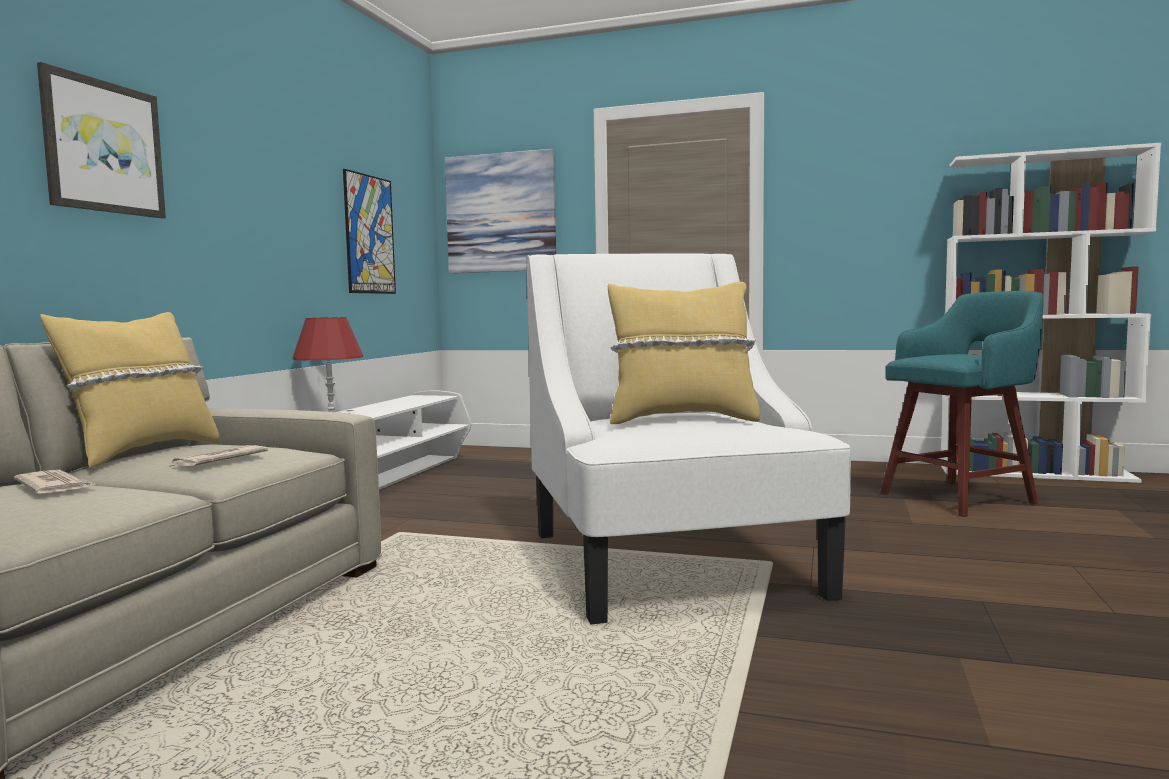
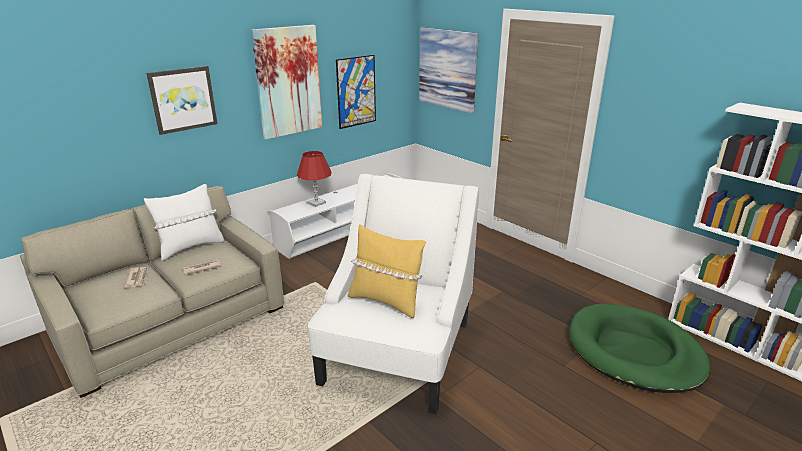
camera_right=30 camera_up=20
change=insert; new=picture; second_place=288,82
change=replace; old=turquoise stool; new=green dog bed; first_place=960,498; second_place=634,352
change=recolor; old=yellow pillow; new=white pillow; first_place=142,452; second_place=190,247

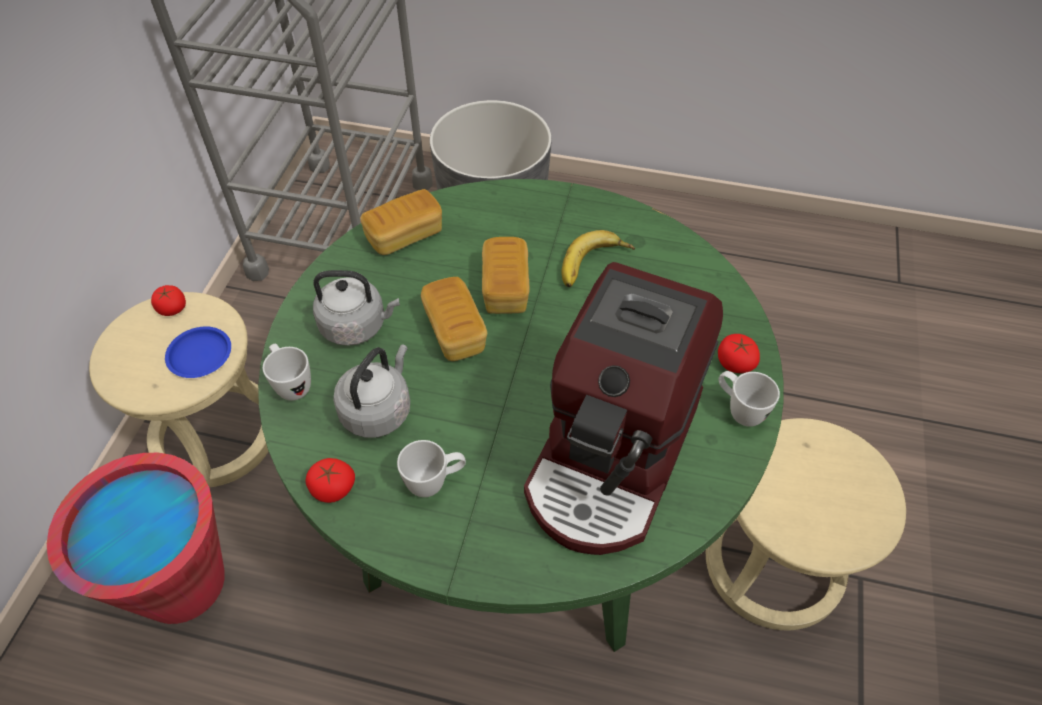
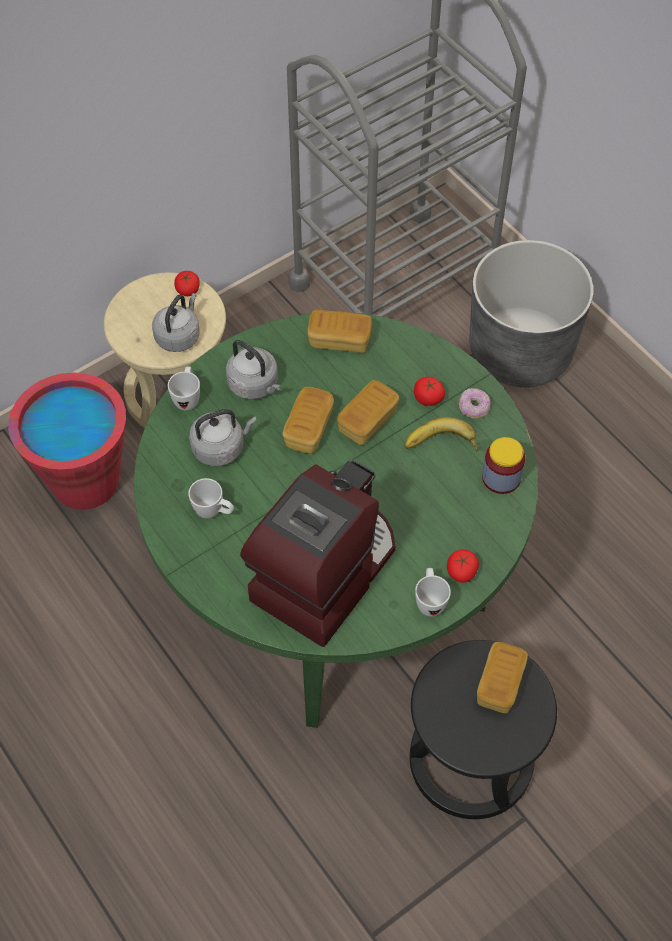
camera_right=40 camera_up=5
change=insert; new=donut; second_place=473,408
change=insert; new=bread; second_place=499,684
change=insert; new=jar; second_place=501,477
change=move; old=tomato; first_place=333,488; second_place=428,398
change=replace; old=blue plate; new=grey kettle; first_place=199,355; second_place=179,336
change=recolor; old=beige stool; new=black stool; first_place=773,564; second_place=471,760
change=rotate; old=coffee machine; first_place=613,458; second_place=324,572; degrees=150

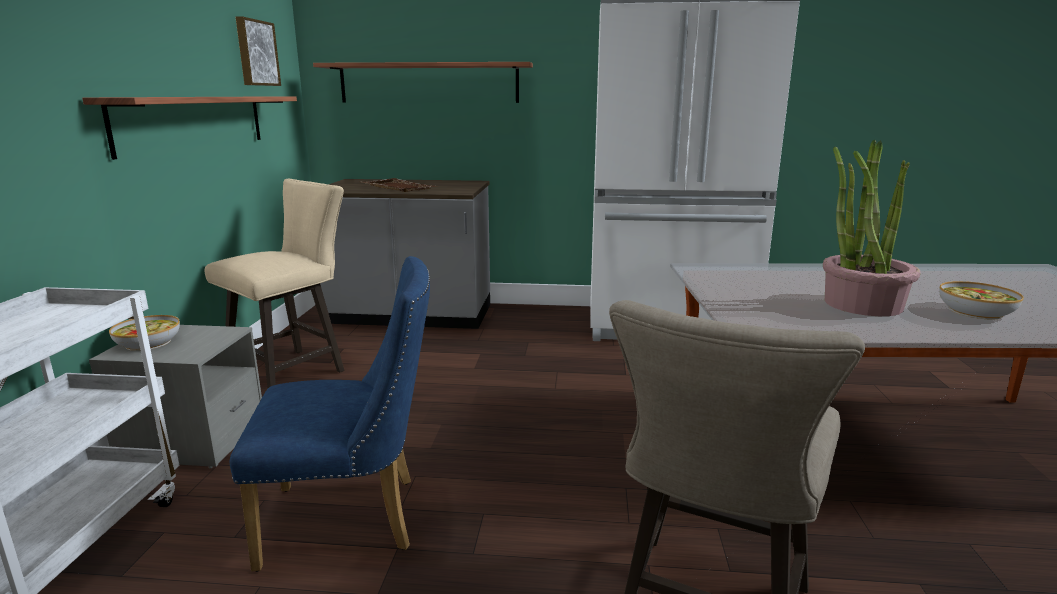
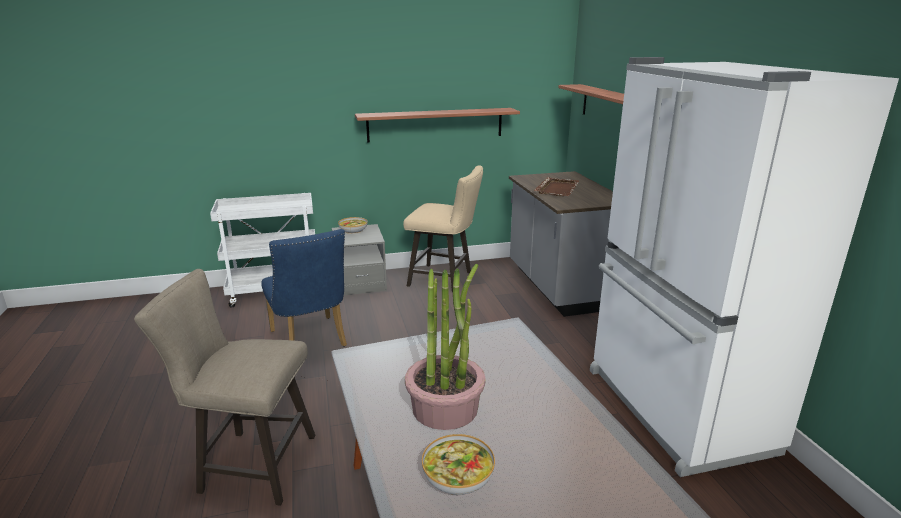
camera_right=70 camera_up=5
change=delete; old=picture; first_place=256,53

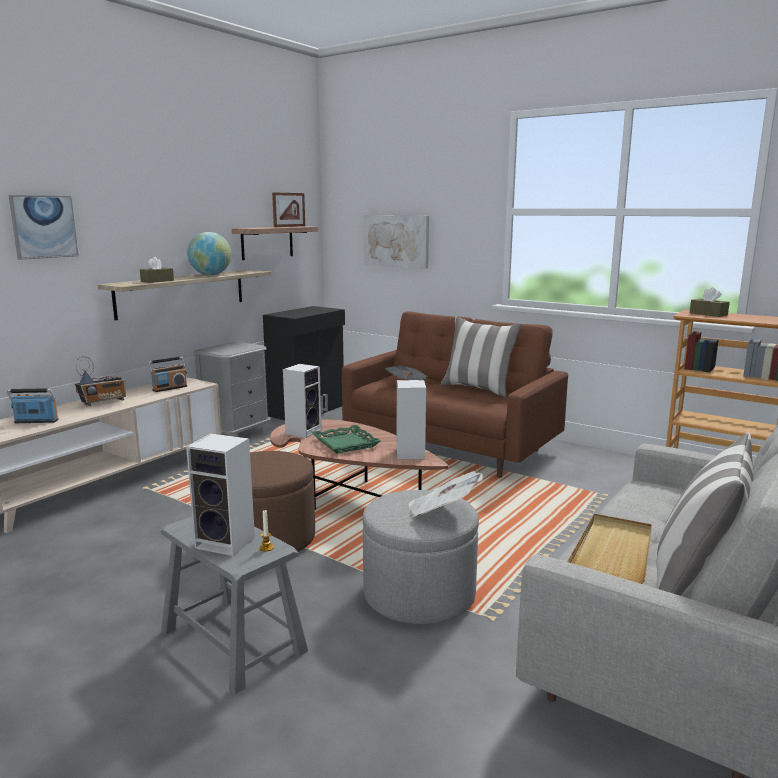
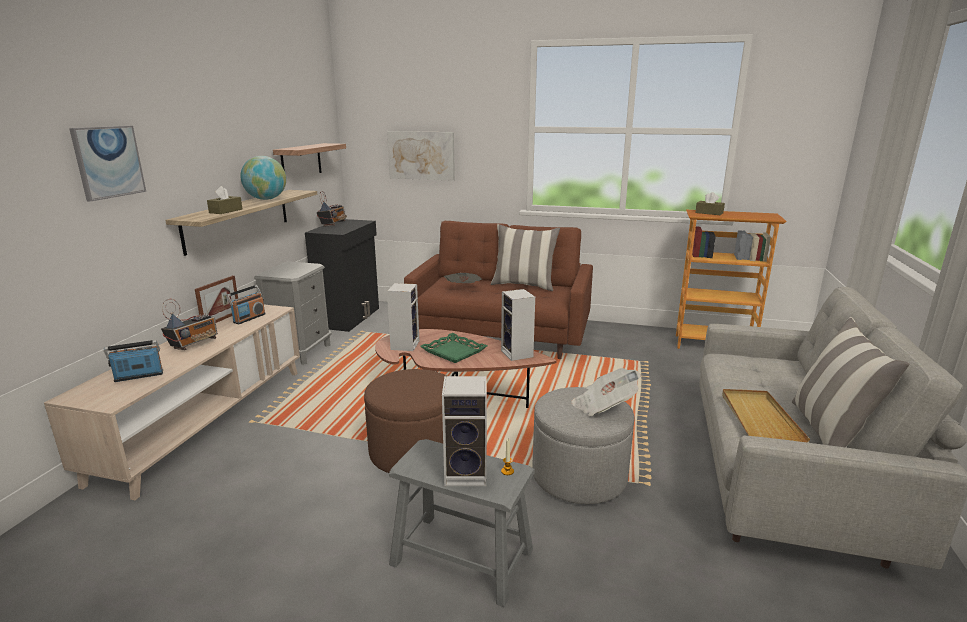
camera_right=-20 camera_up=5
change=insert; new=radio; second_place=333,224
change=move; old=picture frame; first_place=289,226; second_place=221,319

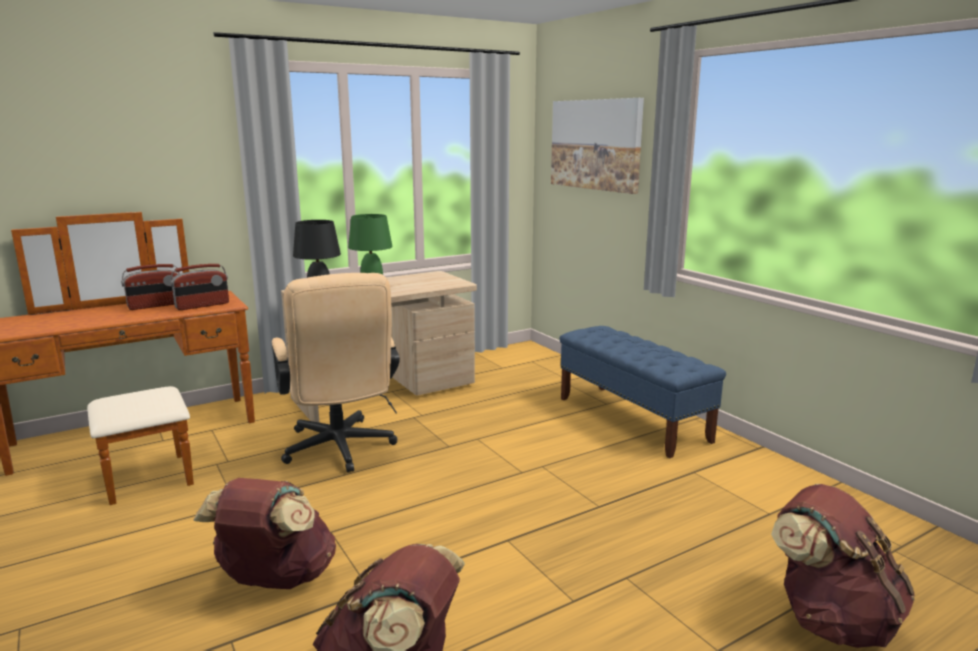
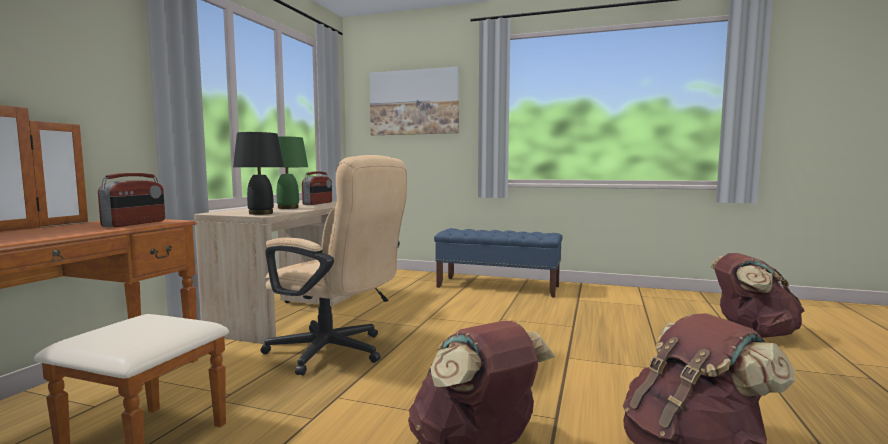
camera_right=-40 camera_up=-10
change=move; old=radio; first_place=155,306; second_place=318,203

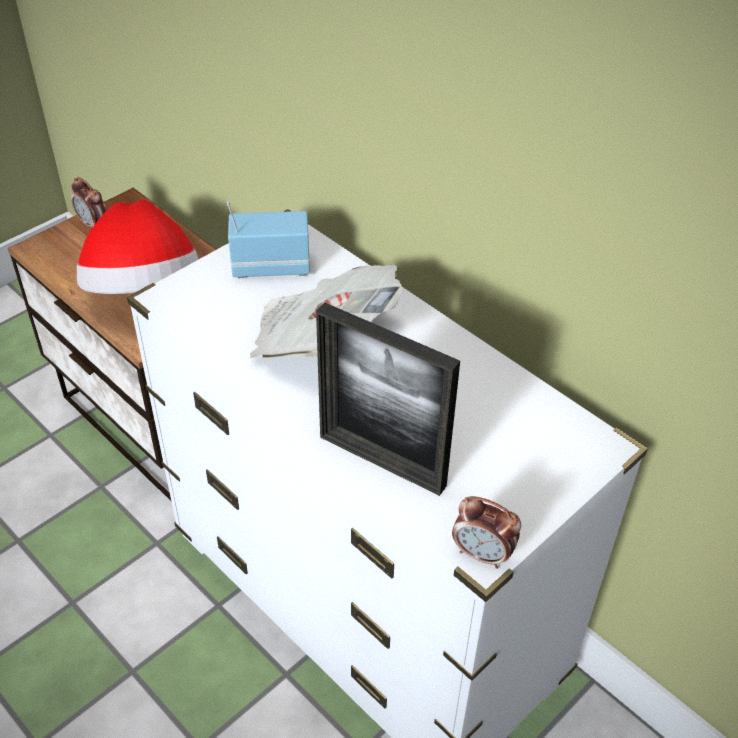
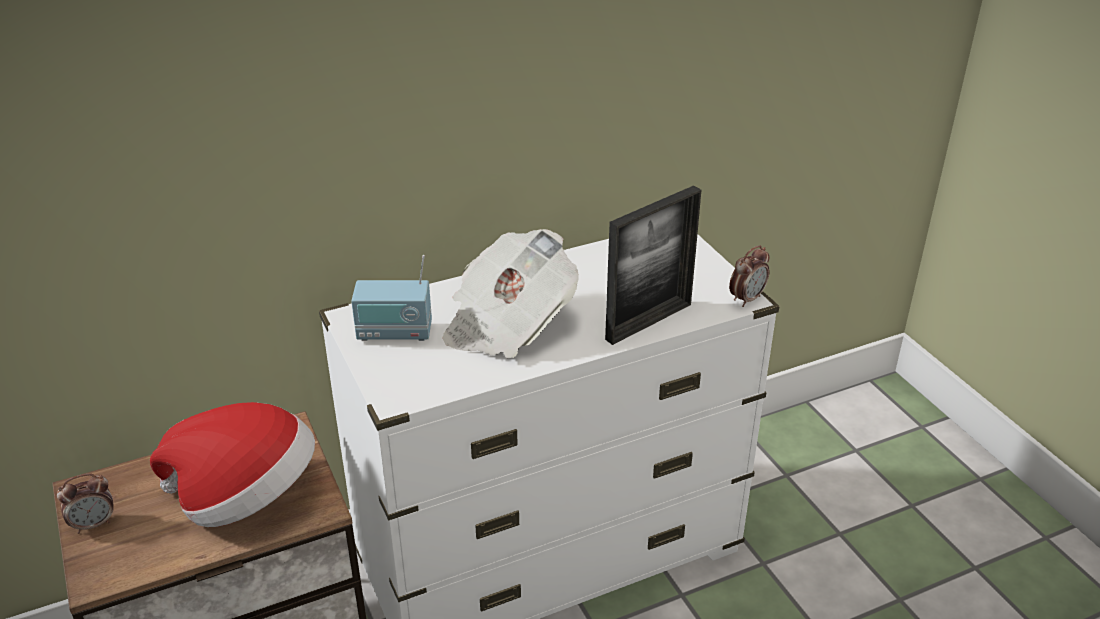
camera_right=-70 camera_up=-10
change=rotate; old=radio; first_place=271,266; second_place=394,333; degrees=-105

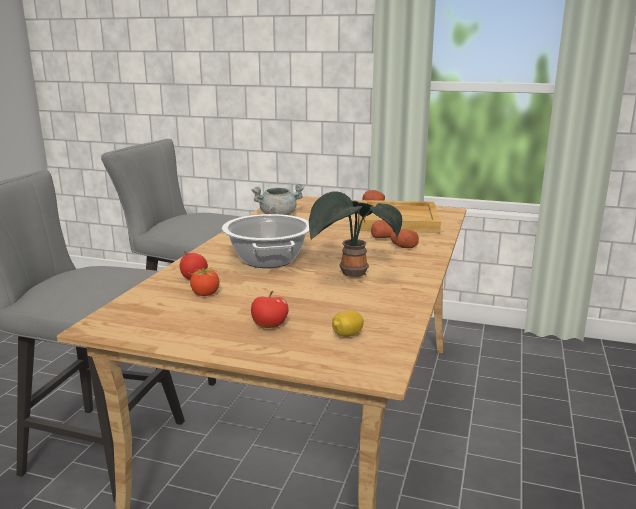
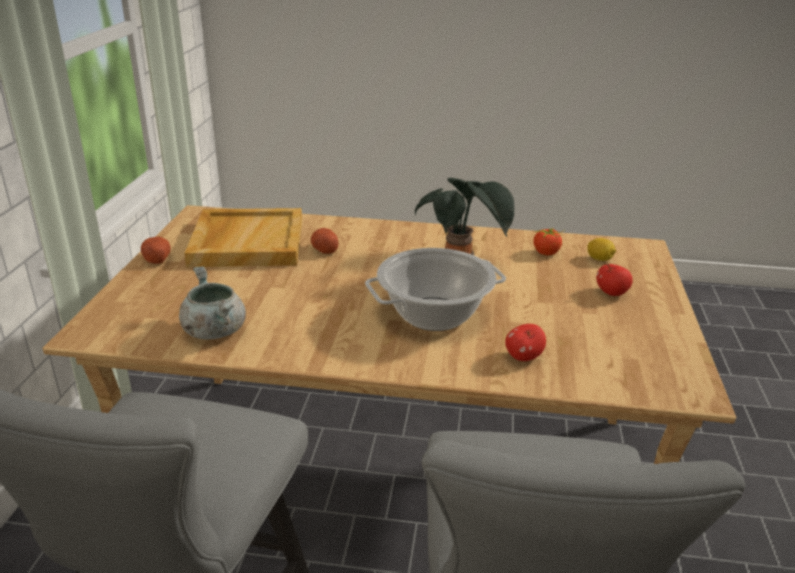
camera_right=-100 camera_up=10
change=delete; old=potato; first_place=403,246
change=move; old=tomato; first_place=205,294; second_place=546,253

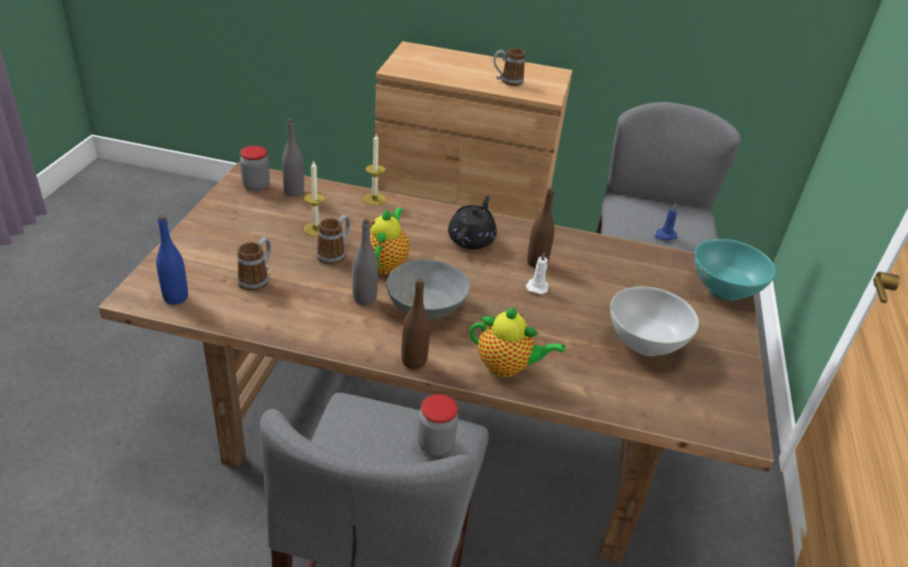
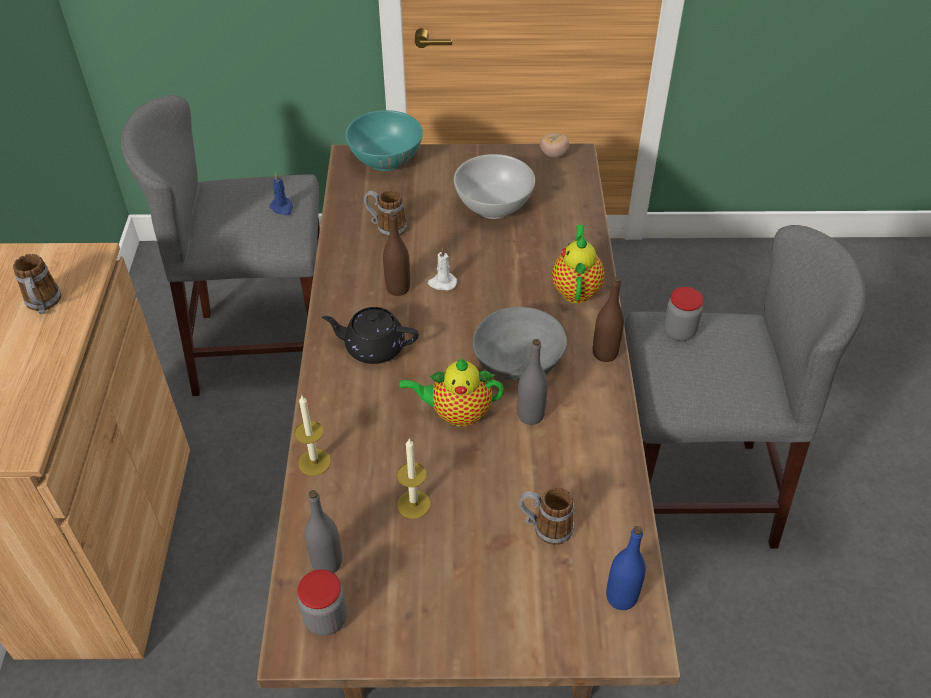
camera_right=-100 camera_up=10
change=insert; new=tomato; second_place=553,155
change=move; old=mug; first_place=335,254; second_place=386,227

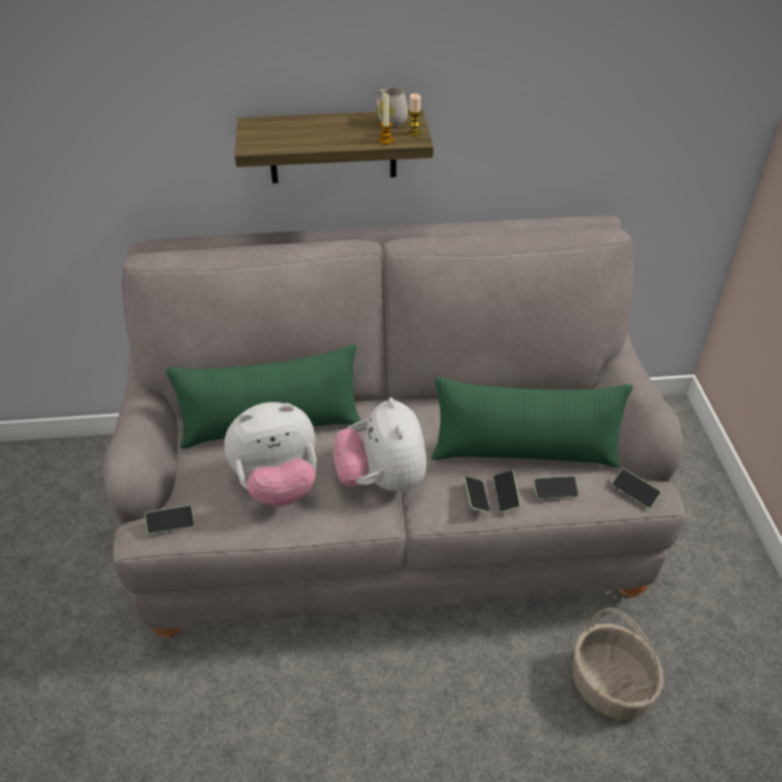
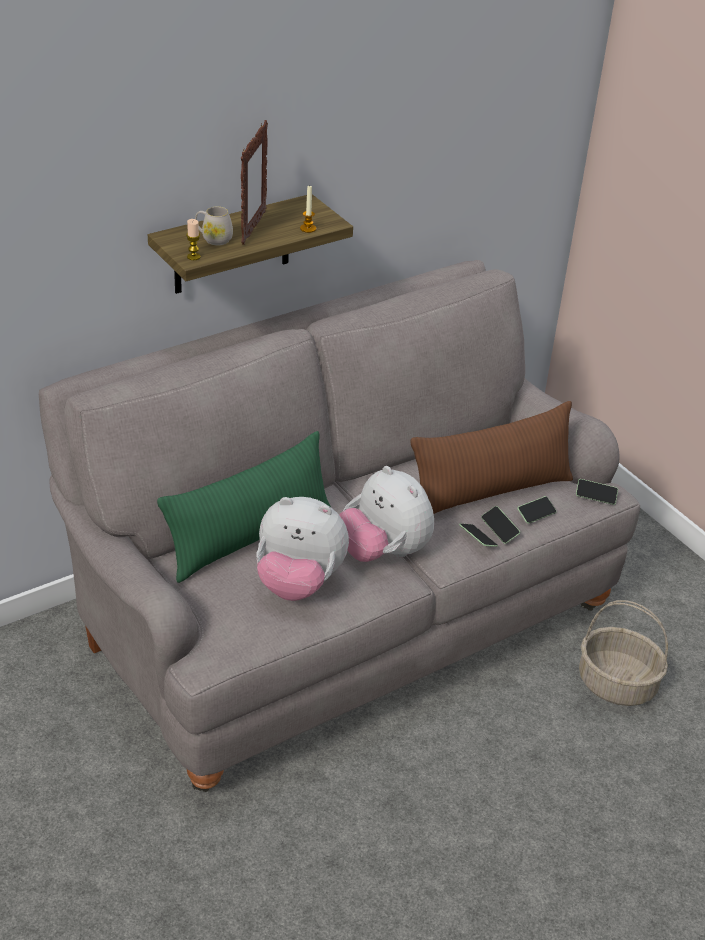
camera_right=-30 camera_up=-5
change=delete; old=phone; first_place=170,523
change=insert; new=picture frame; second_place=253,228
change=move; old=white mug; first_place=390,120; second_place=213,239
change=move; old=candle; first_place=414,133; second_place=193,257
change=recolor; old=green pillow; new=brown pillow; first_place=524,452; second_place=490,492
change=rotate; old=plush toy; first_place=277,484; second_place=298,583; degrees=60

